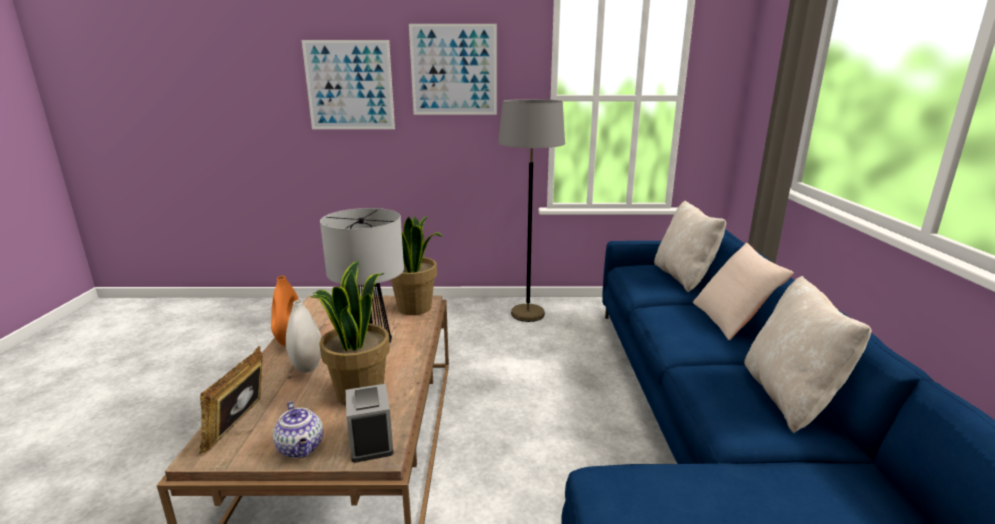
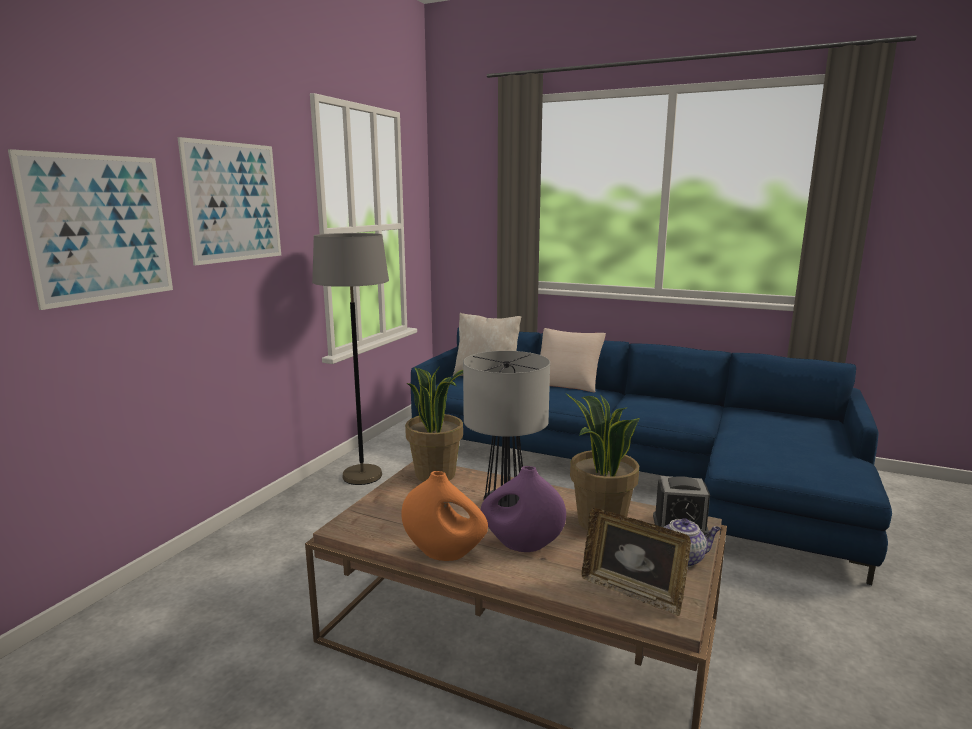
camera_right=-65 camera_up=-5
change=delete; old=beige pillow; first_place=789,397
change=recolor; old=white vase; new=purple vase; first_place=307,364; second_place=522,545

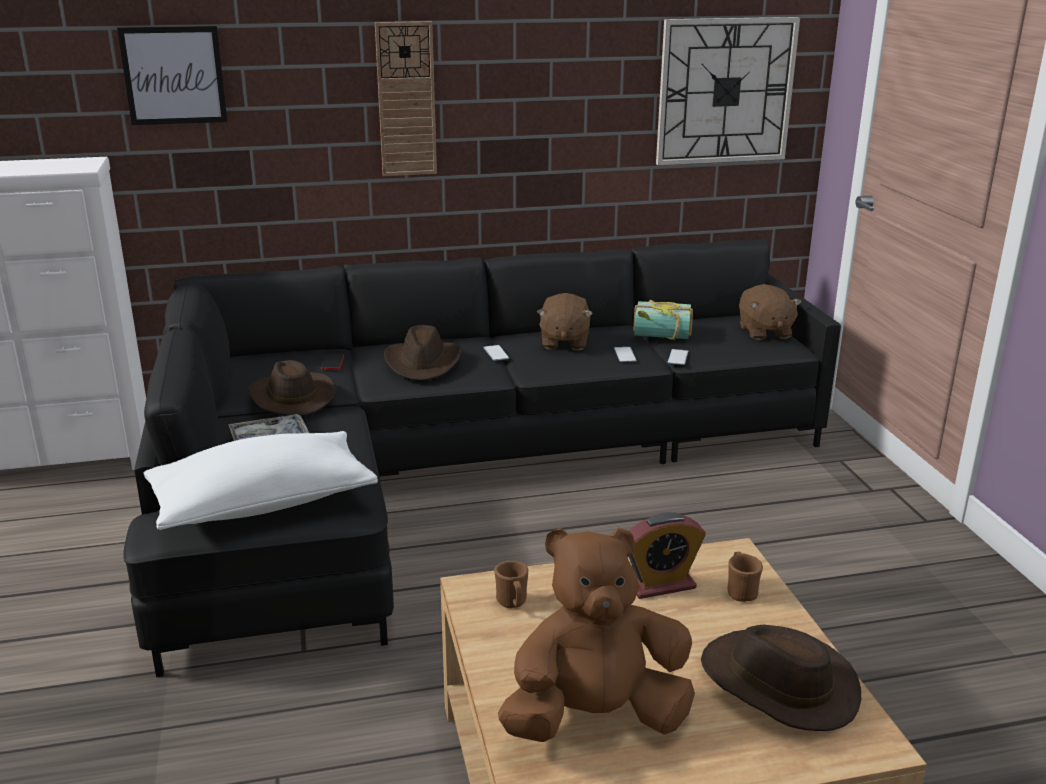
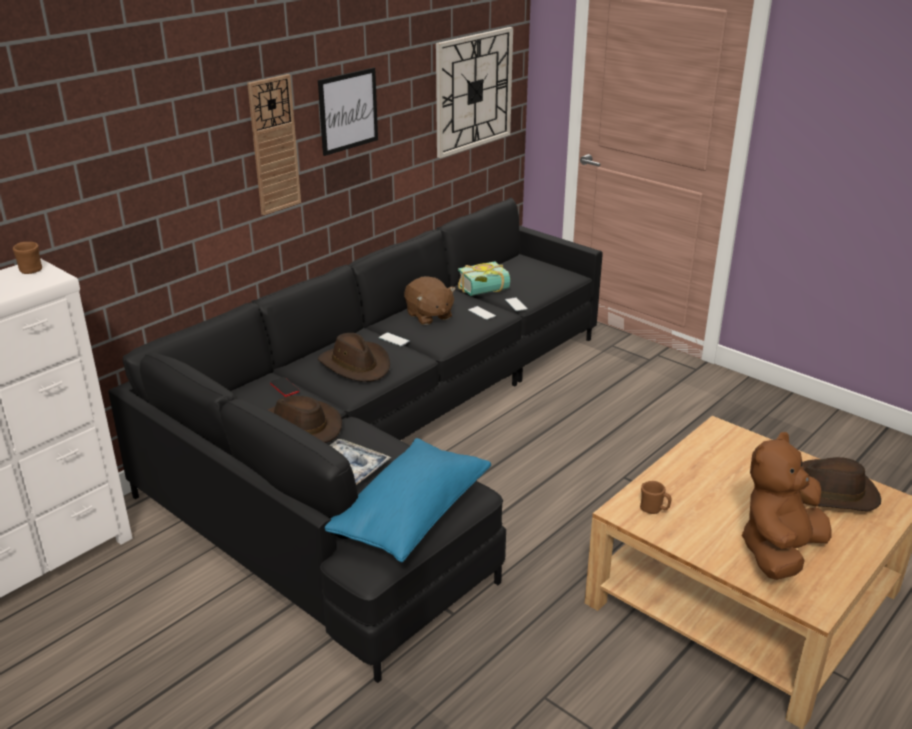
camera_right=-35 camera_up=5
change=delete; old=alarm clock; first_place=660,584
change=delete; old=brown plush toy; first_place=764,332
change=move; old=picture; first_place=174,75; second_place=348,111
change=move; old=brown mug; first_place=740,591; second_place=29,269
change=recolor; old=white pillow; new=blue pillow; first_place=263,504; second_place=410,515

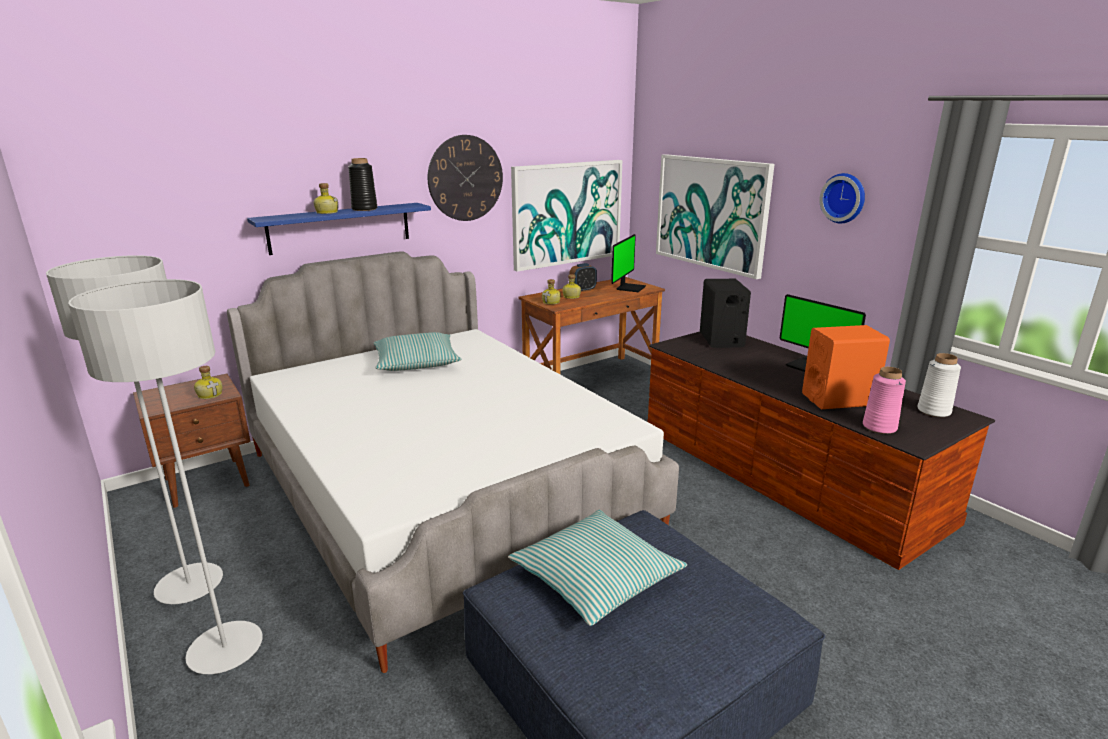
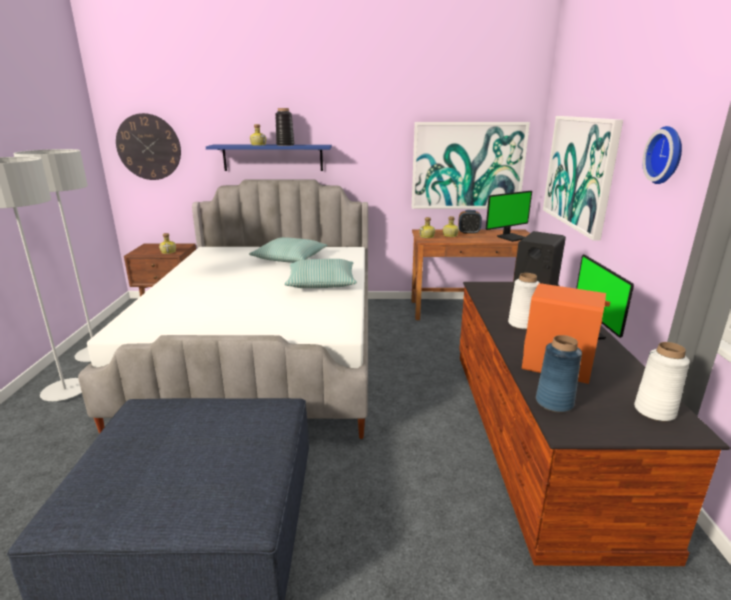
camera_right=35 camera_up=0
change=insert; new=white vase; second_place=521,324
change=move; old=wall clock; first_place=465,178; second_place=149,147
change=move; old=pillow; first_place=595,577; second_place=321,283
change=recolor; old=pink vase; new=blue vase; first_place=879,427; second_place=554,402

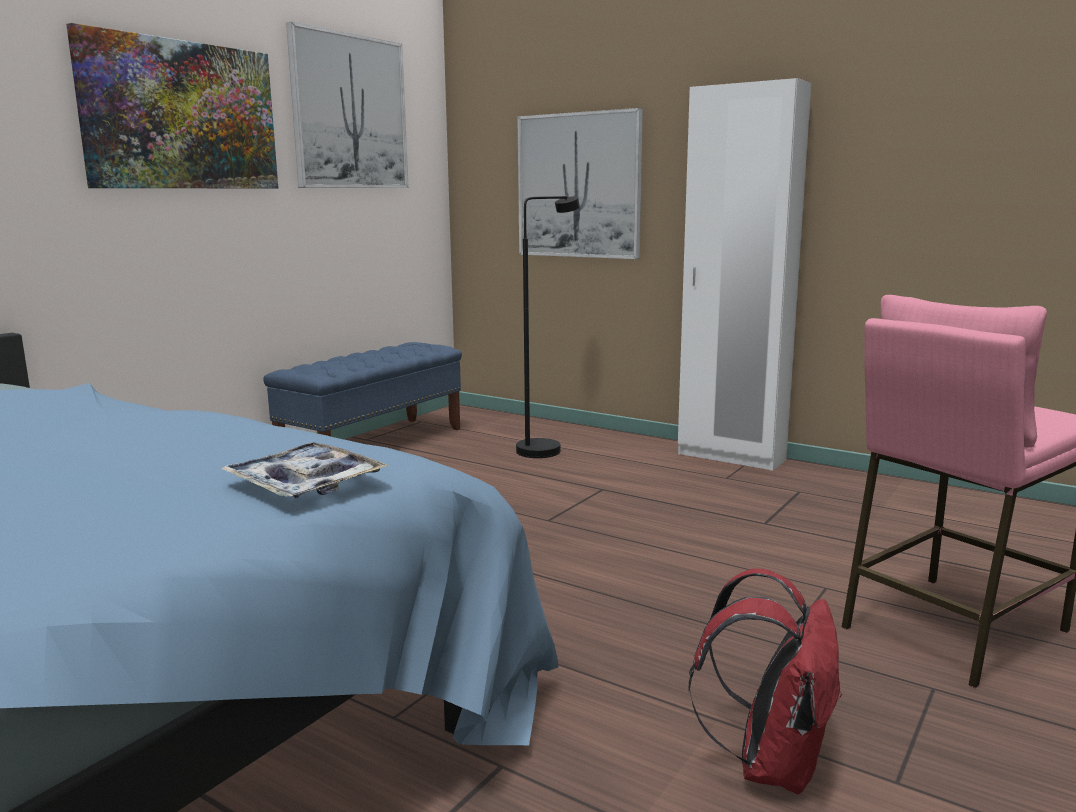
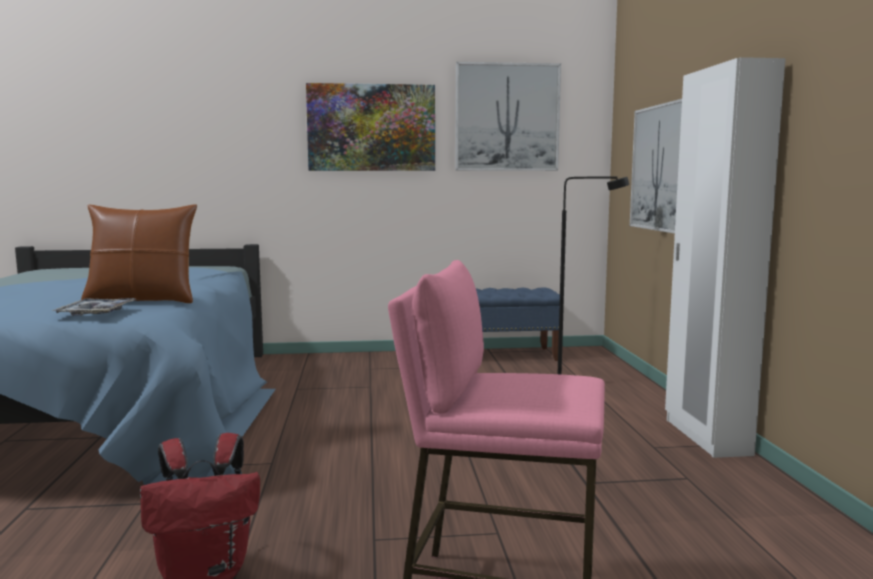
camera_right=50 camera_up=-5
change=insert; new=brown pillow; second_place=142,301

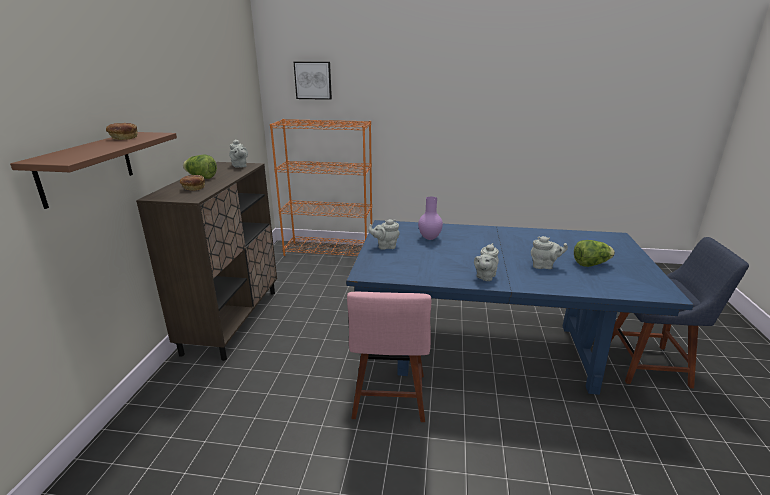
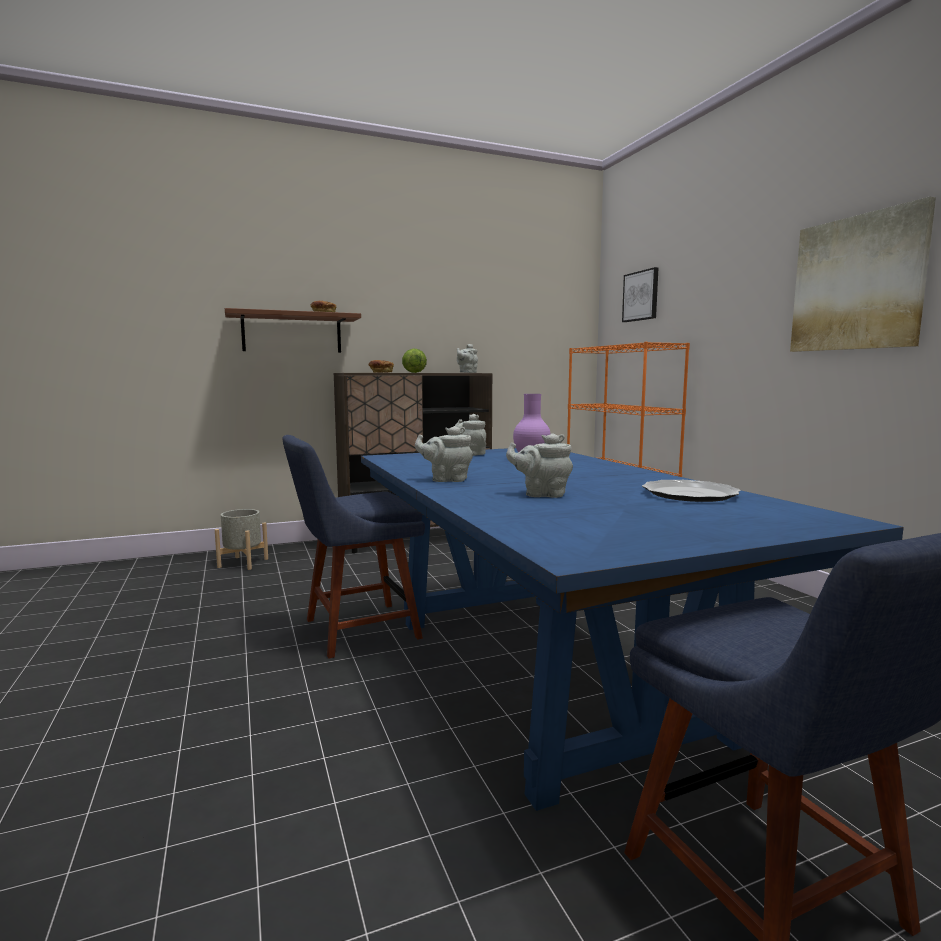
camera_right=60 camera_up=-15
change=delete; old=lettuce; first_place=590,264
change=insert; new=grey planter; second_place=243,563
change=insert; new=plate; second_place=689,494
change=insert; new=picture; second_place=857,283
change=recolor; old=pink chair; new=blue chair; first_place=389,399; second_place=355,630
change=rotate; old=grey teapot; first_place=544,266; second_place=542,494; degrees=120

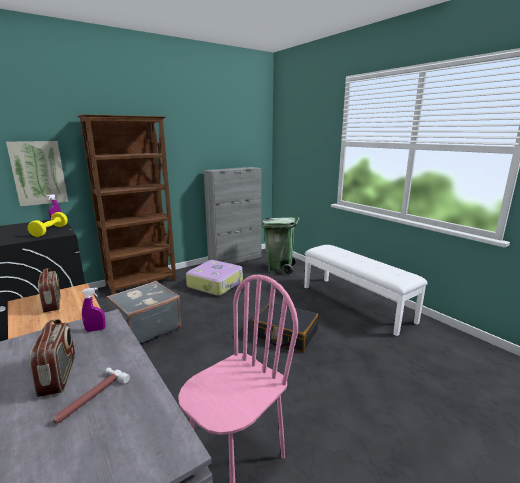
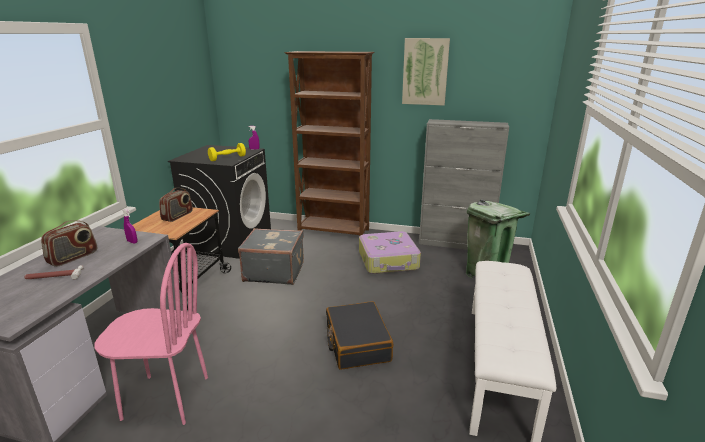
camera_right=50 camera_up=5
change=move; old=picture; first_place=38,173; second_place=425,72

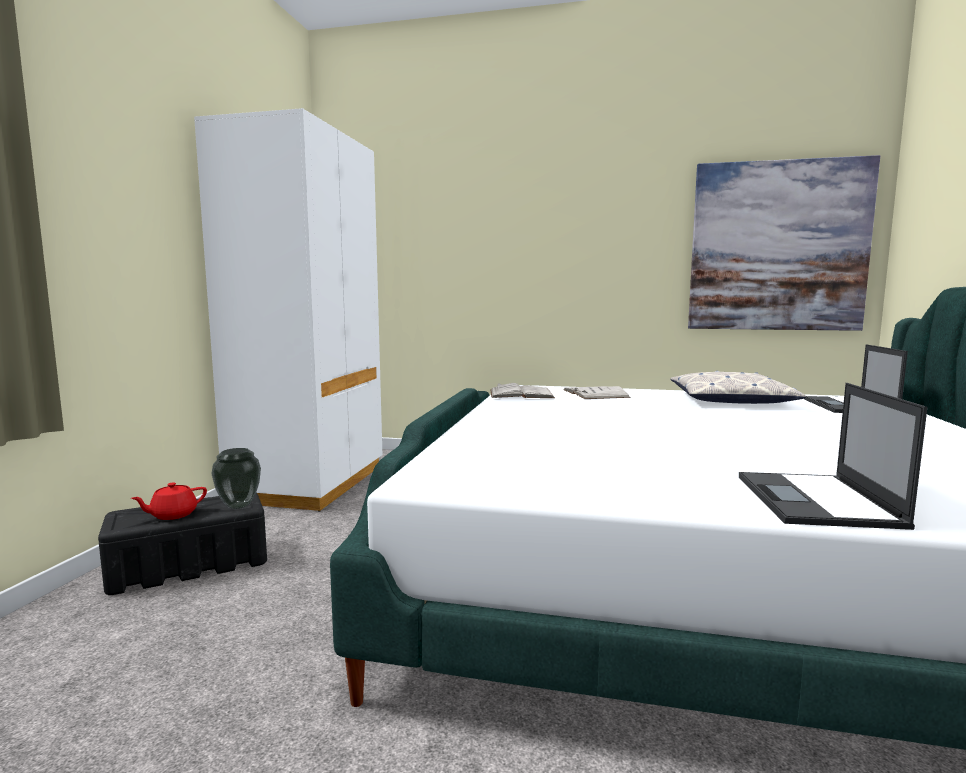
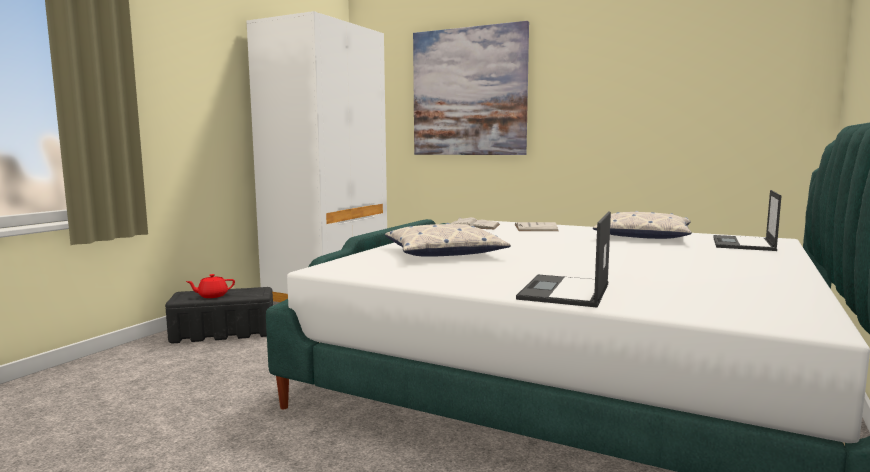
camera_right=15 camera_up=0
change=delete; old=vase; first_place=239,505
change=insert; new=pillow; second_place=443,253
change=move; old=picture; first_place=777,246; second_place=469,92

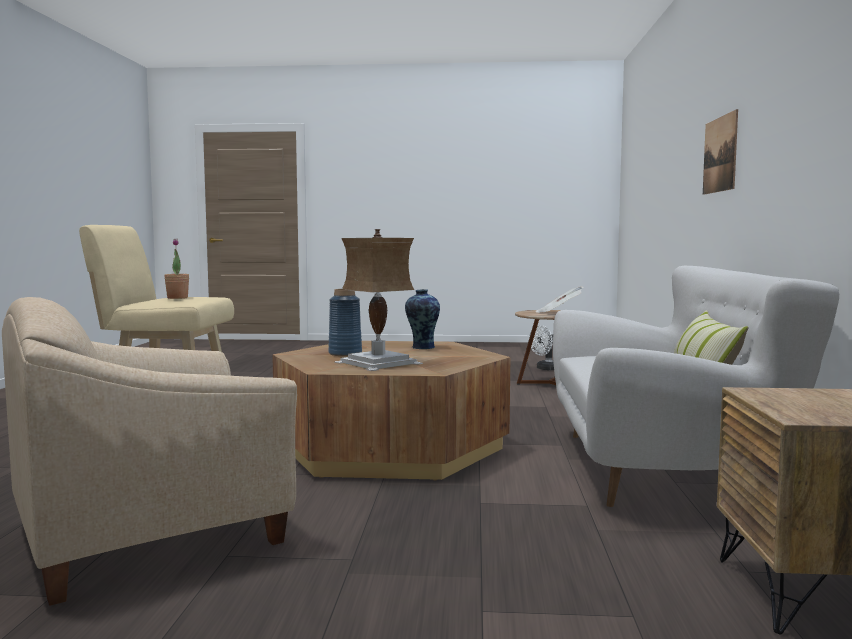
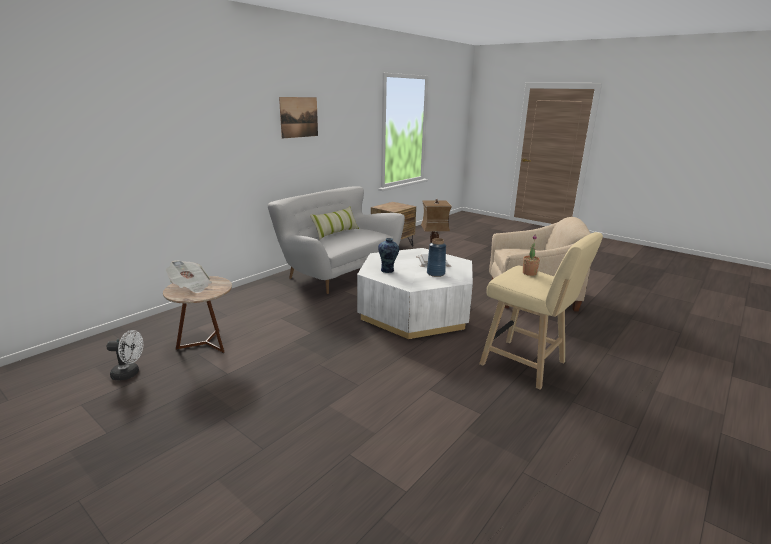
camera_right=-145 camera_up=15
change=move; old=picture; first_place=720,154; second_place=299,117
change=recolor; old=brown coffee table; new=white coffee table; first_place=390,447; second_place=415,311

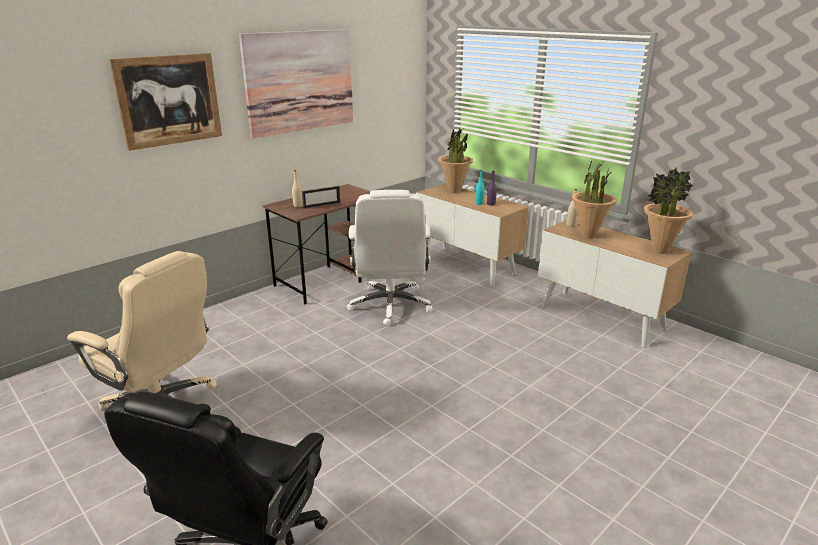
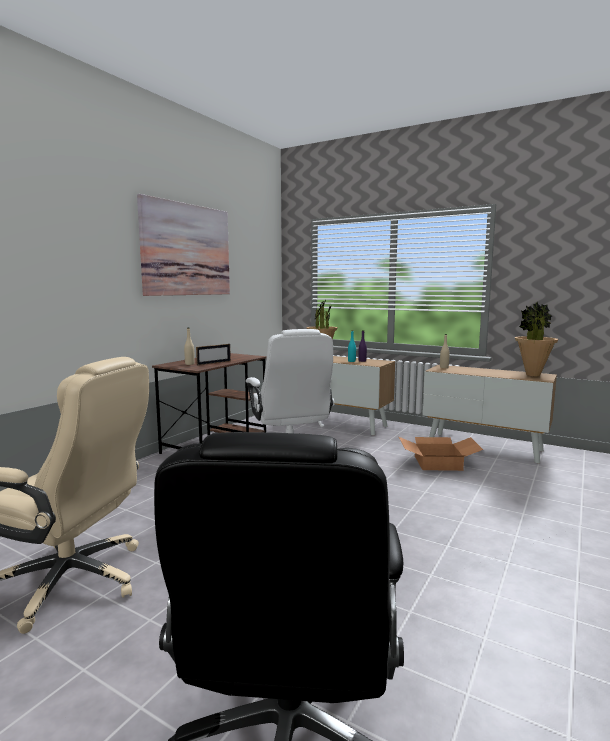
camera_right=-15 camera_up=-15
change=delete; old=picture; first_place=169,100
change=delete; old=potted plant; first_place=588,236
change=insert; new=cardboard box; second_place=438,463

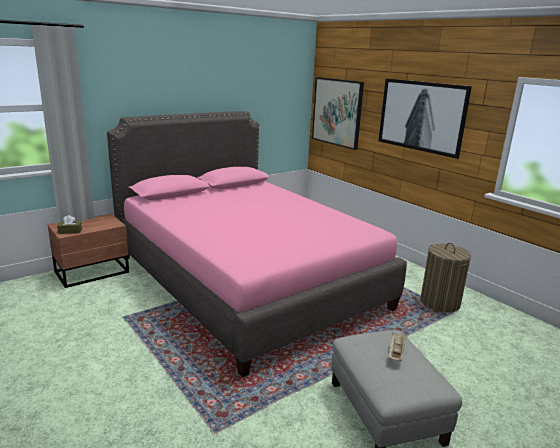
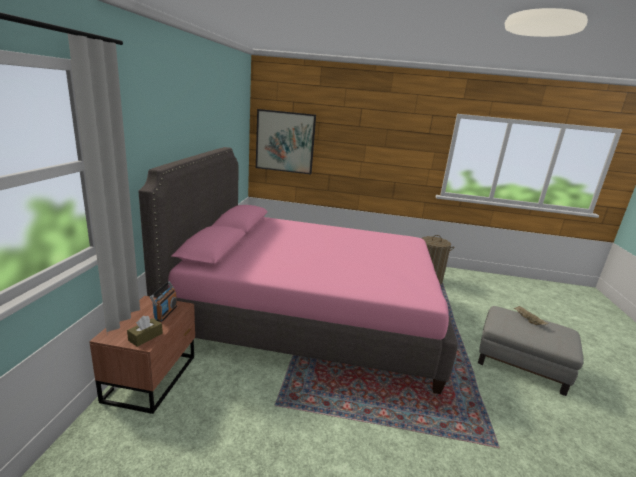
camera_right=-45 camera_up=0
change=delete; old=picture; first_place=422,116
change=insert; new=radio; second_place=165,313

